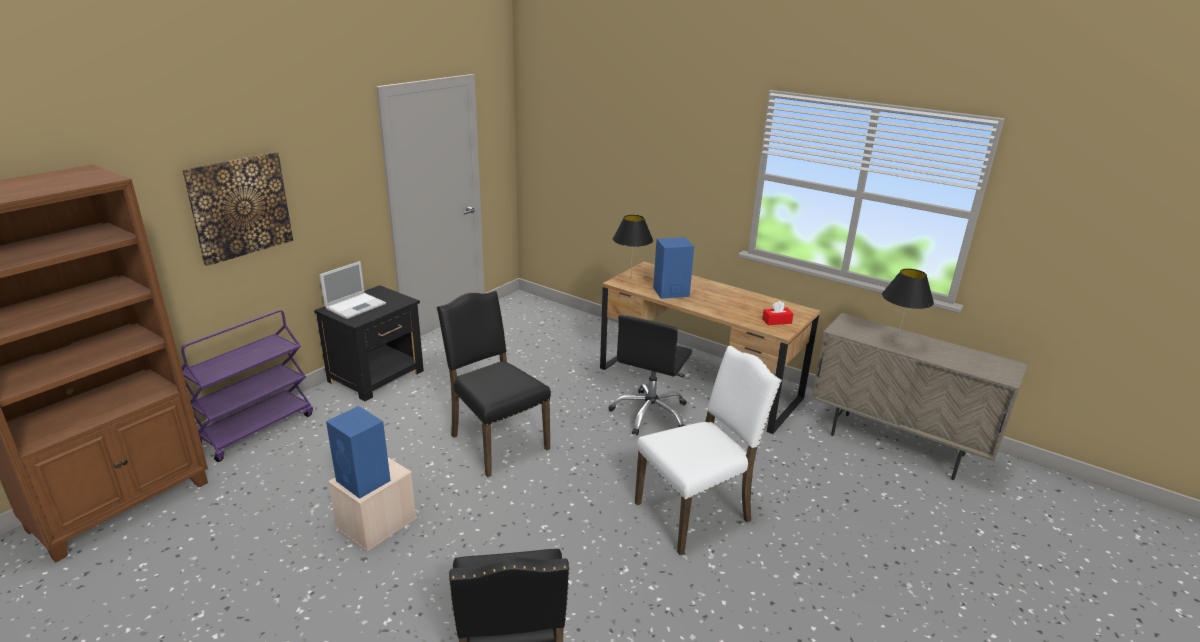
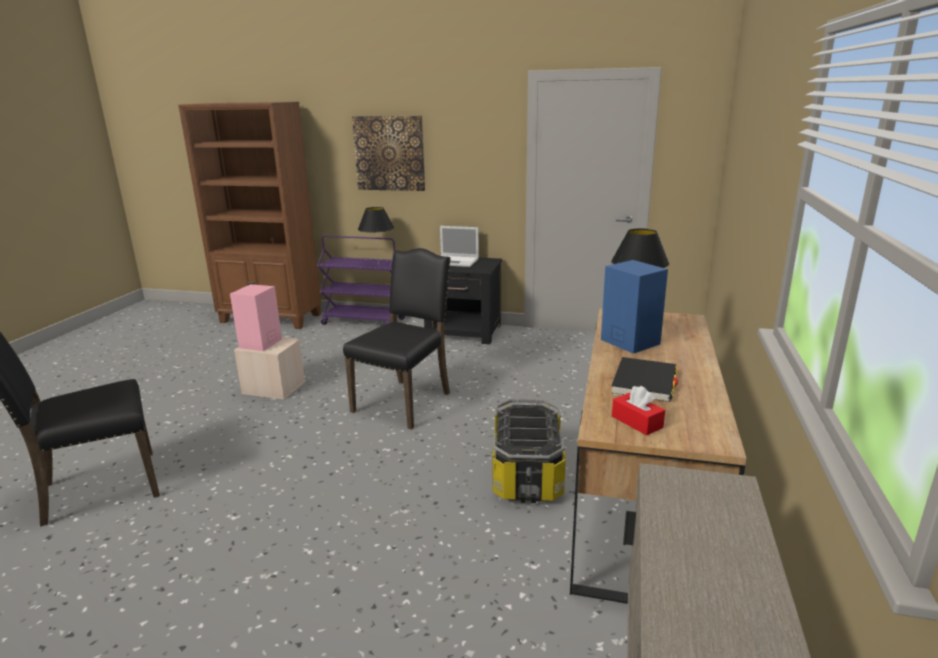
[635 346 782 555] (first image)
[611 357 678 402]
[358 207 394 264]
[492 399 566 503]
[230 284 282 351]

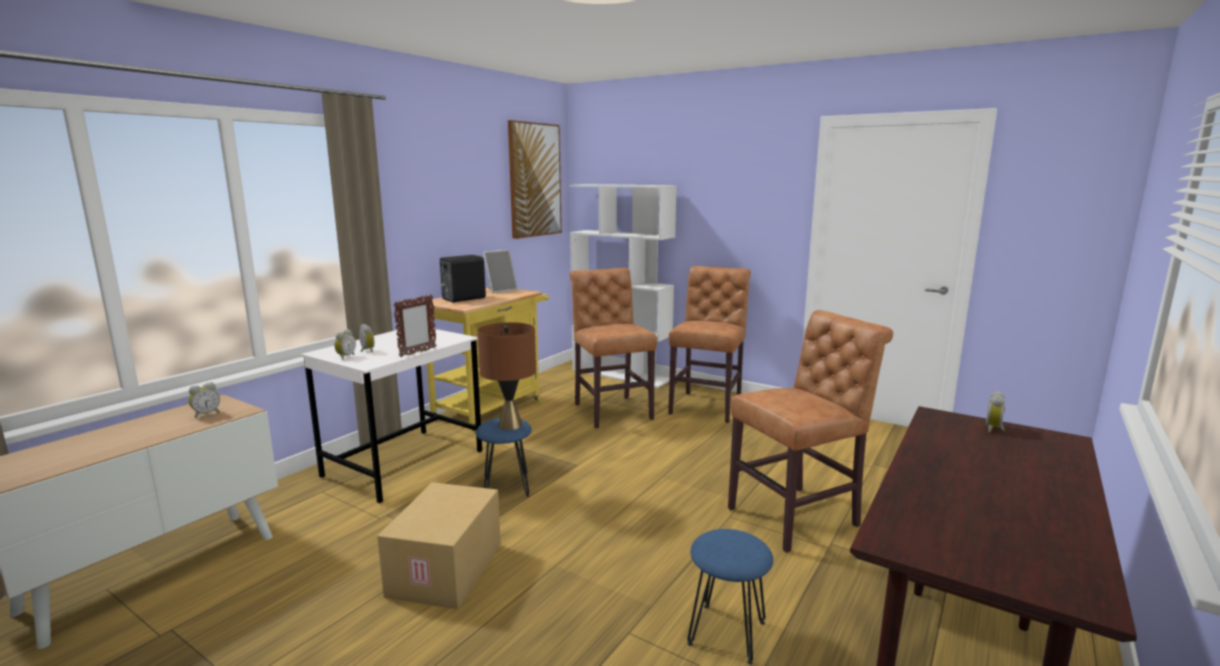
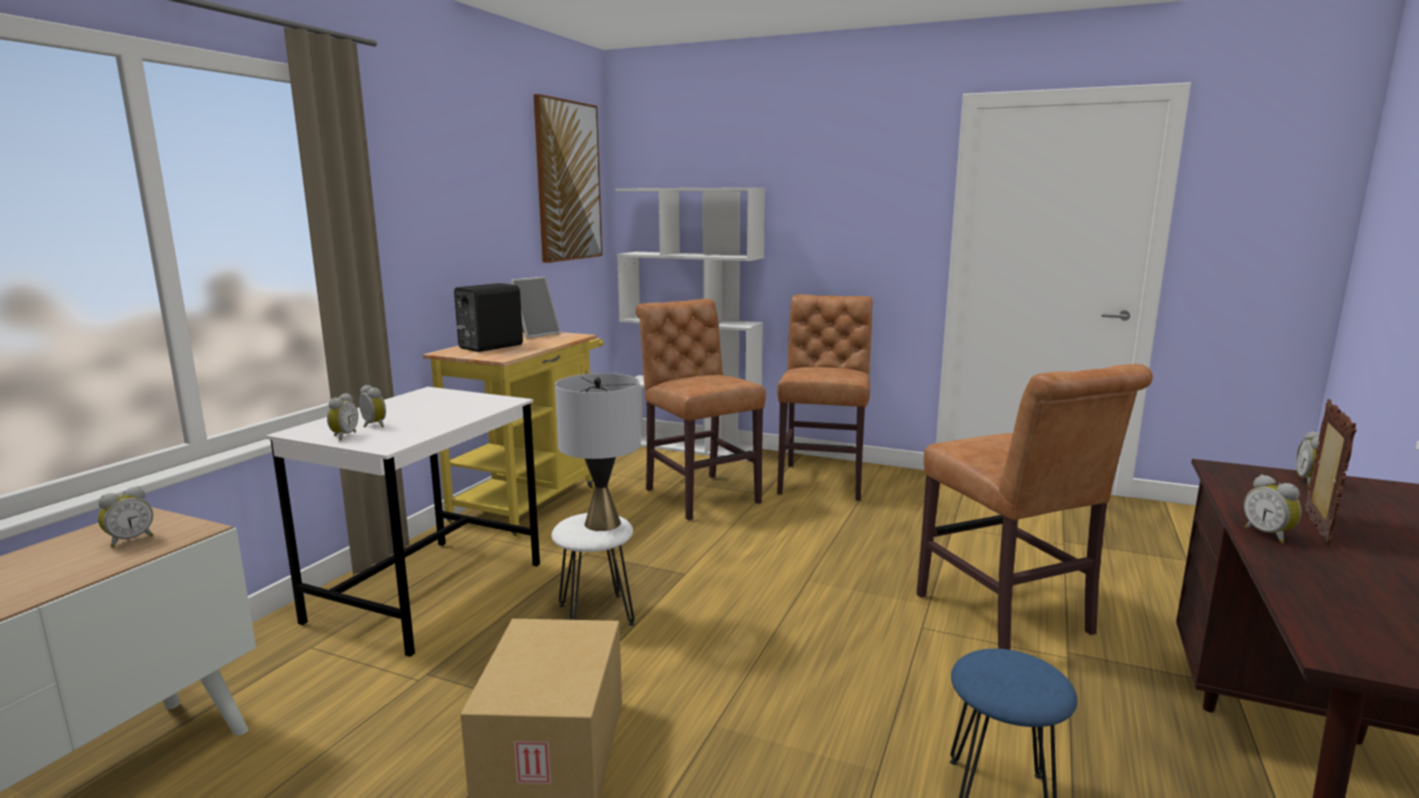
[1244 474 1302 543]
[1305 399 1357 544]
[552 513 634 626]
[555 373 641 531]
[917 364 1153 650]

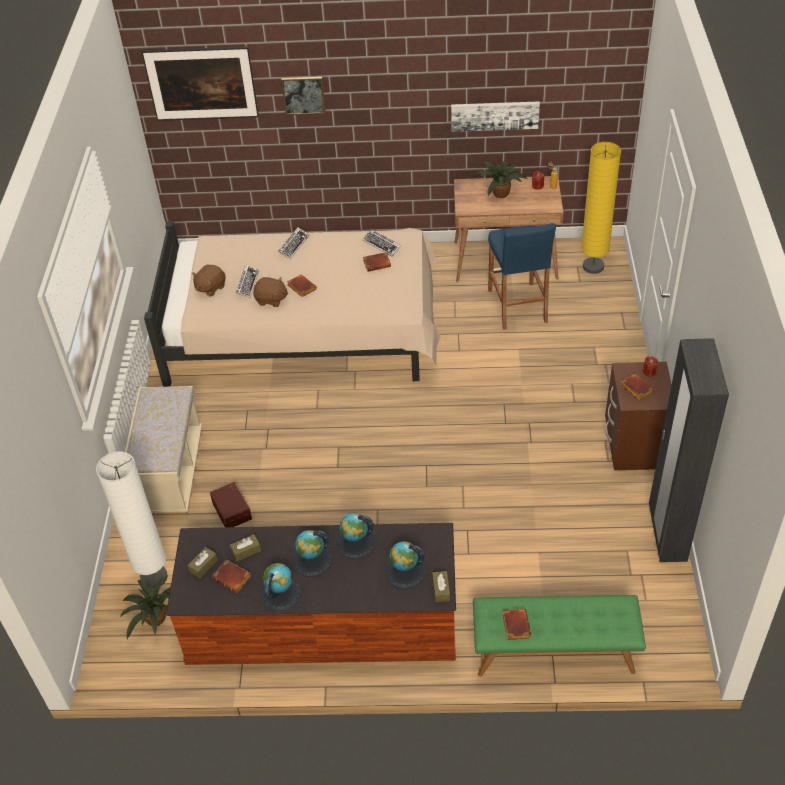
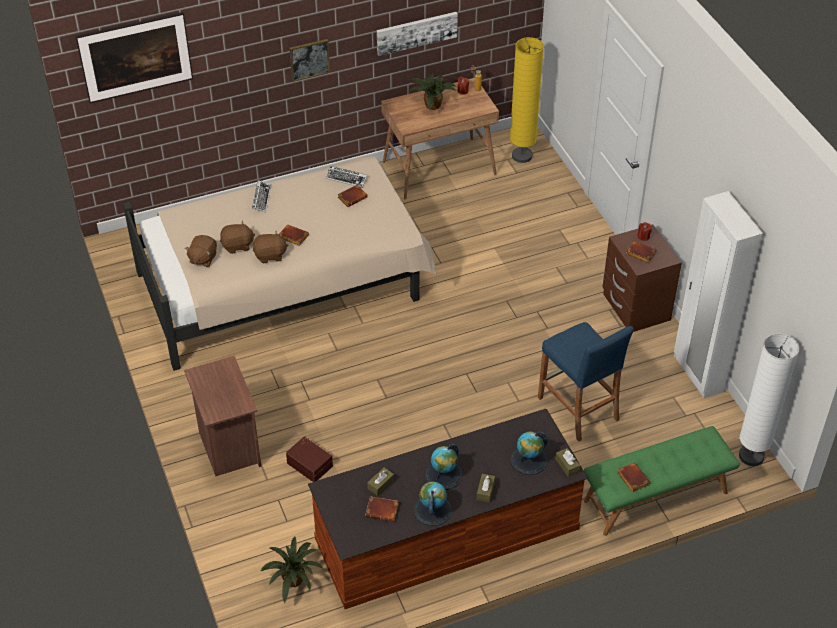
[336 513 375 559] (first image)
[739 333 800 466]
[477 474 495 503]
[290 39 330 82]
[538 322 634 441]
[184 356 261 477]
[220 221 255 254]
[674 191 763 399]

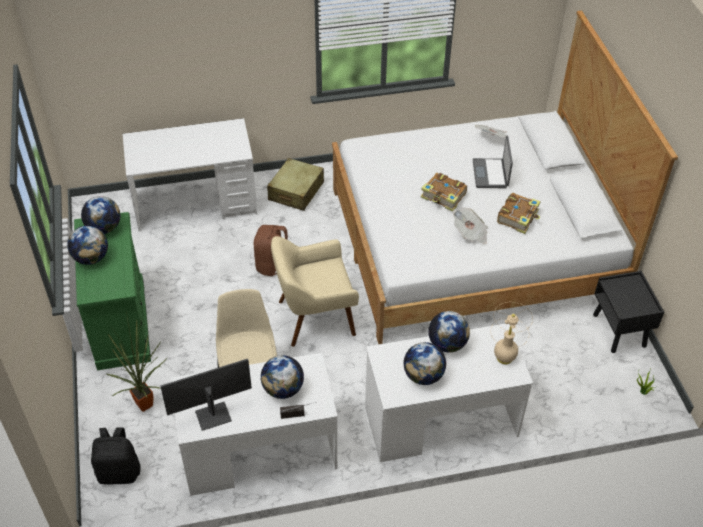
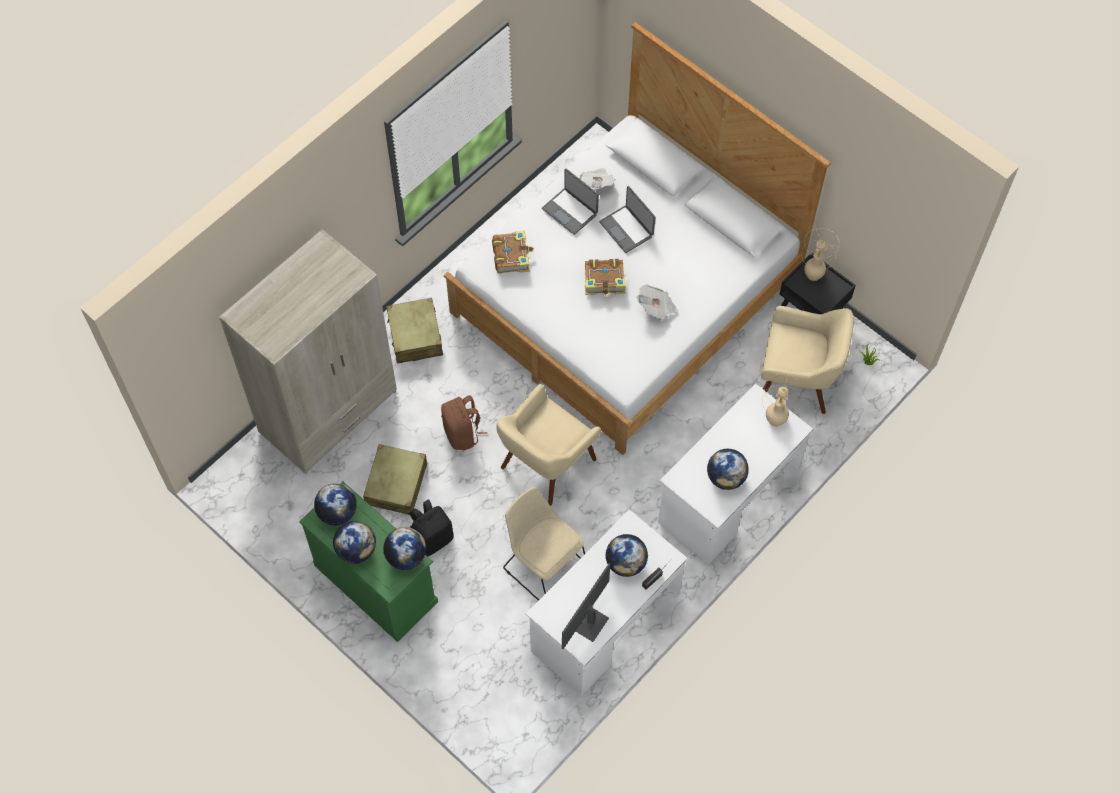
[105 312 168 412] (first image)
[363 444 427 515]
[542 169 599 235]
[761 306 854 414]
[801 228 839 281]
[410 499 454 556]
[383 527 426 570]
[492 231 534 274]
[219 229 397 474]

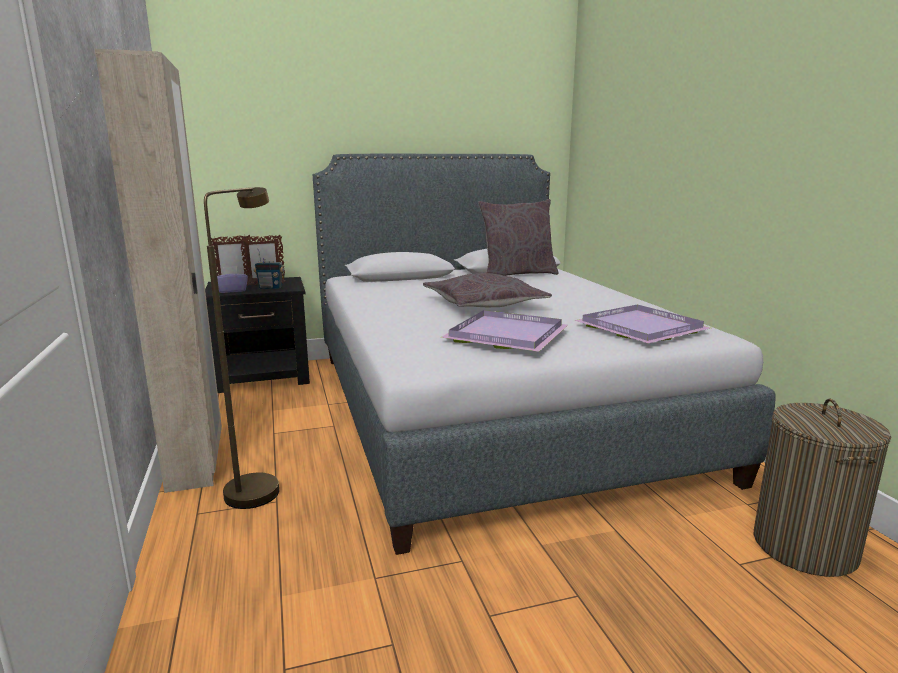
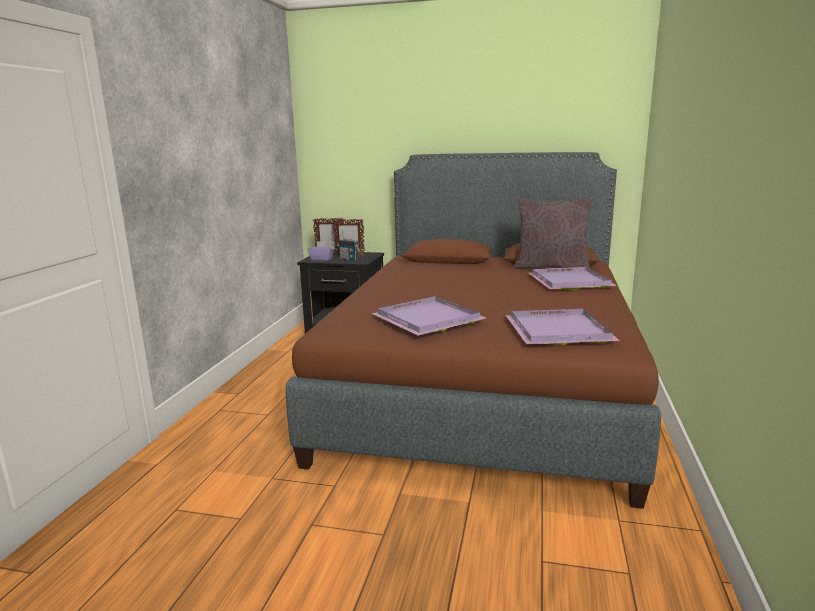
[95 49 222 493] (first image)
[204 187 279 509] (first image)
[423 273 552 307] (first image)
[753 399 891 577] (first image)
[529 267 617 290]
[286 152 661 509]

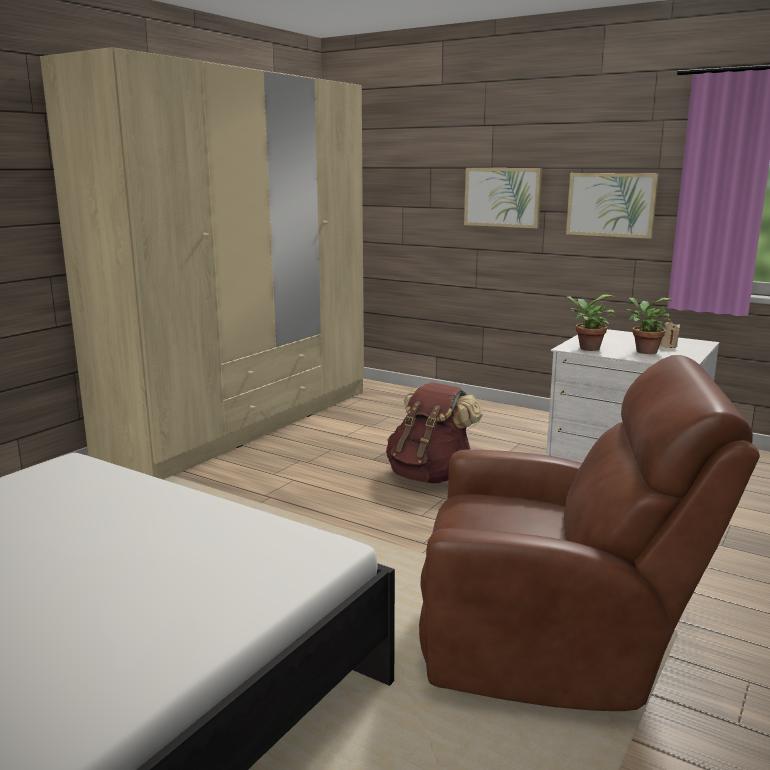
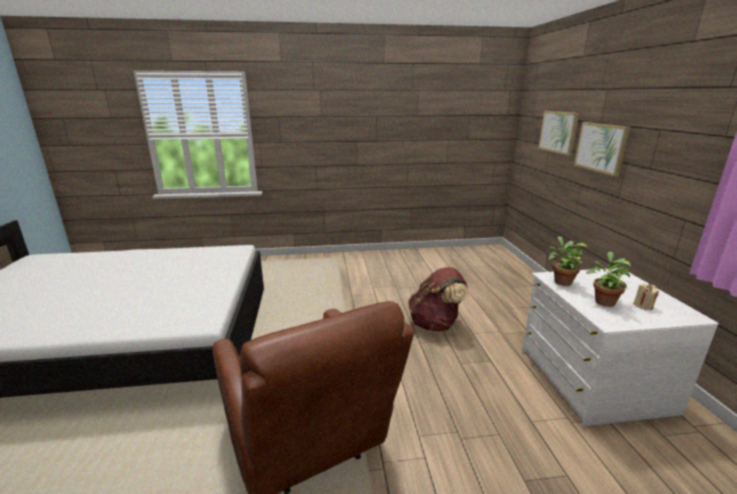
[40 47 364 479] (first image)
[538 111 579 156]

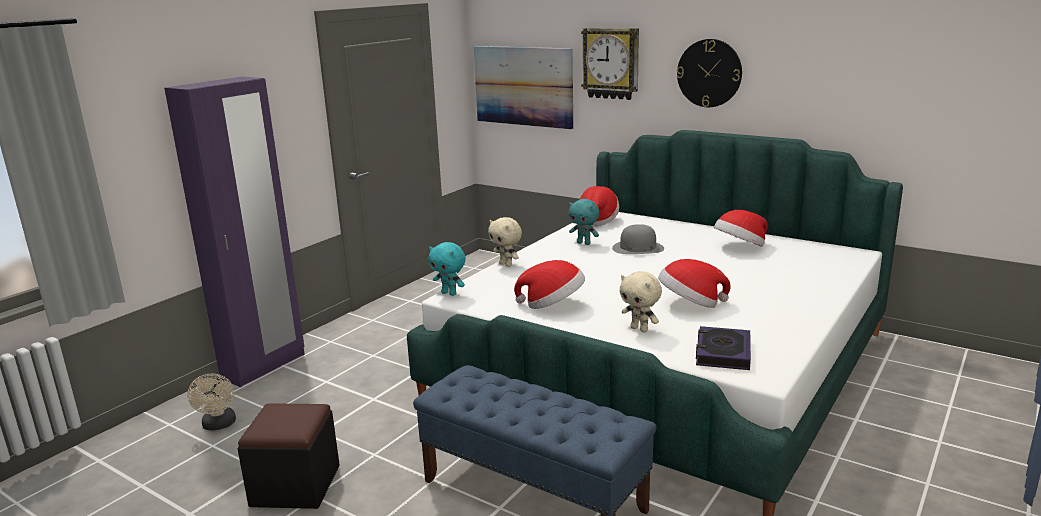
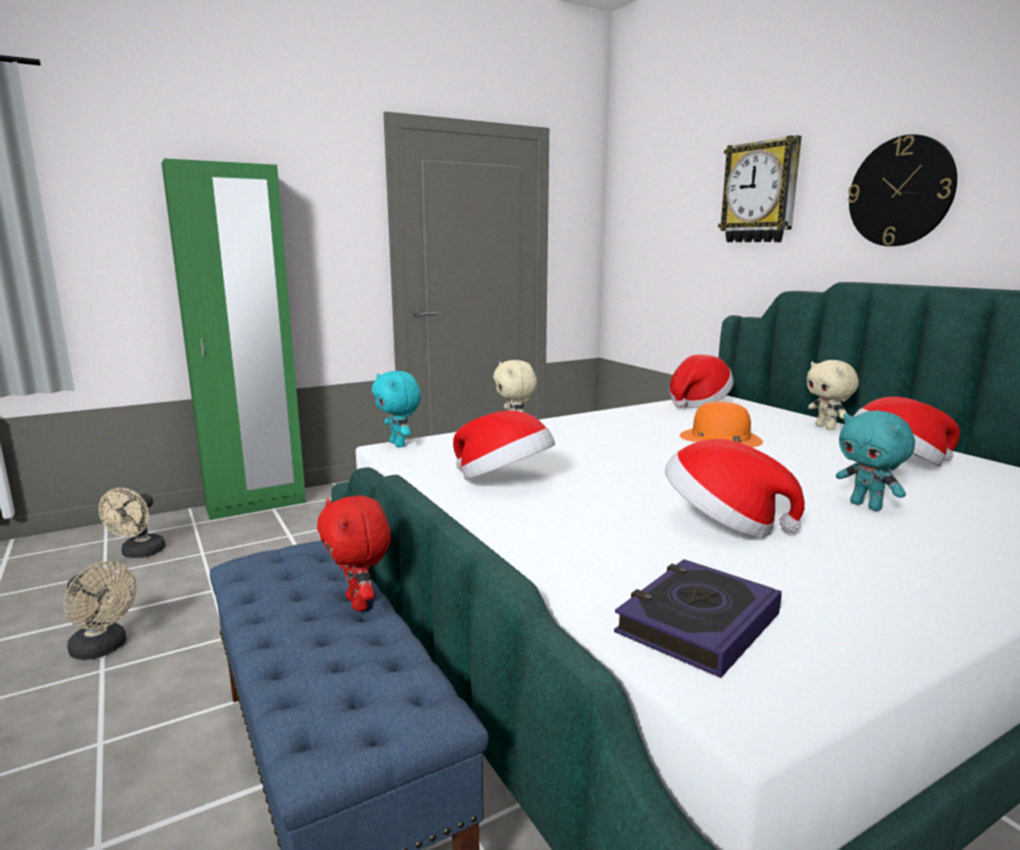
[474 46 573 129] (first image)
[317 495 391 612]
[836 410 915 511]
[806 360 859 430]
[64 561 137 660]
[161 158 306 520]
[680 401 763 447]

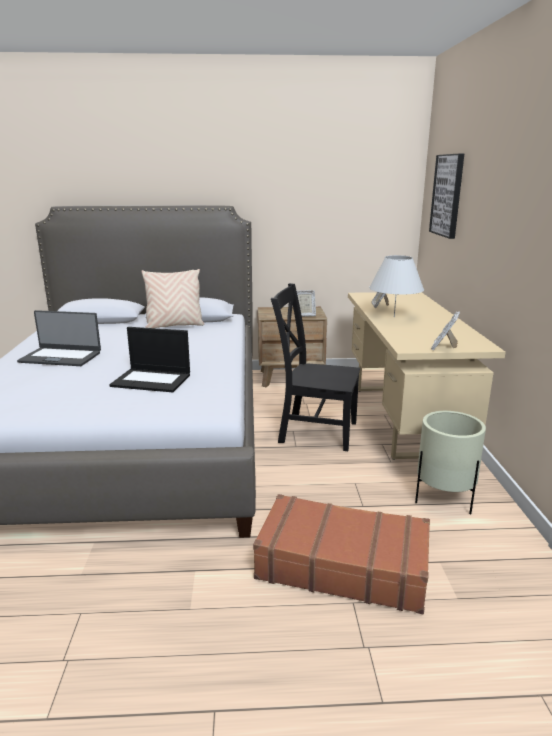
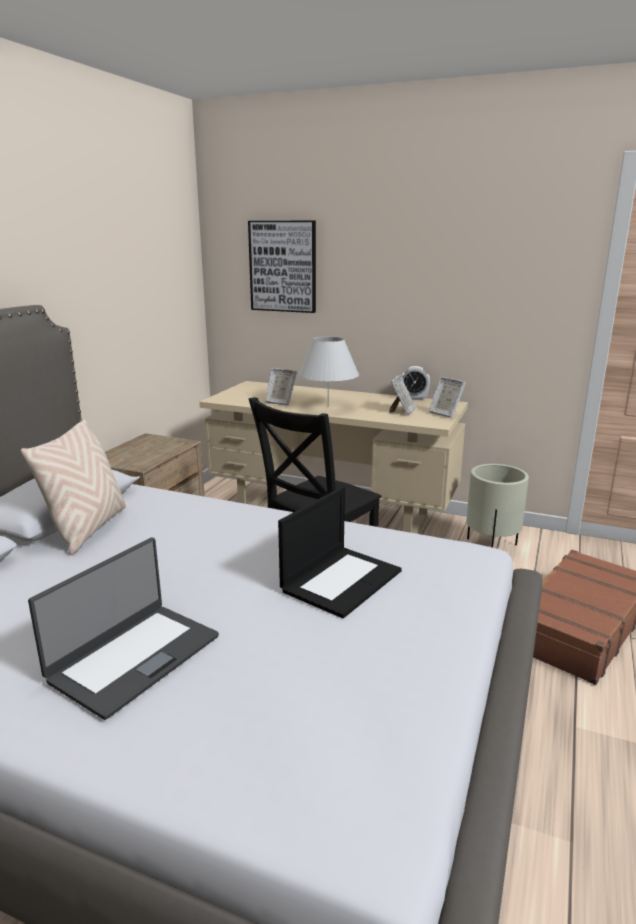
[402 366 430 400]
[390 375 416 415]

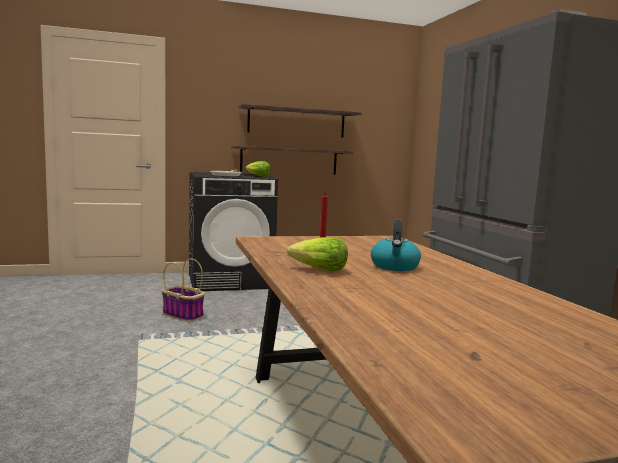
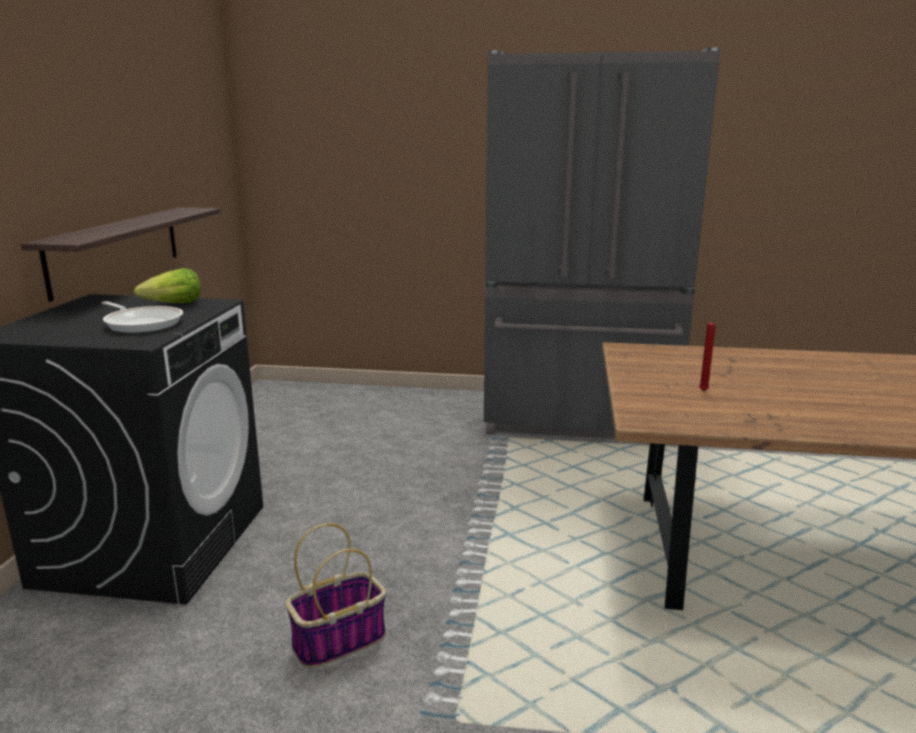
[238 104 361 138] (first image)
[287 237 348 271] (first image)
[371 220 421 271] (first image)

